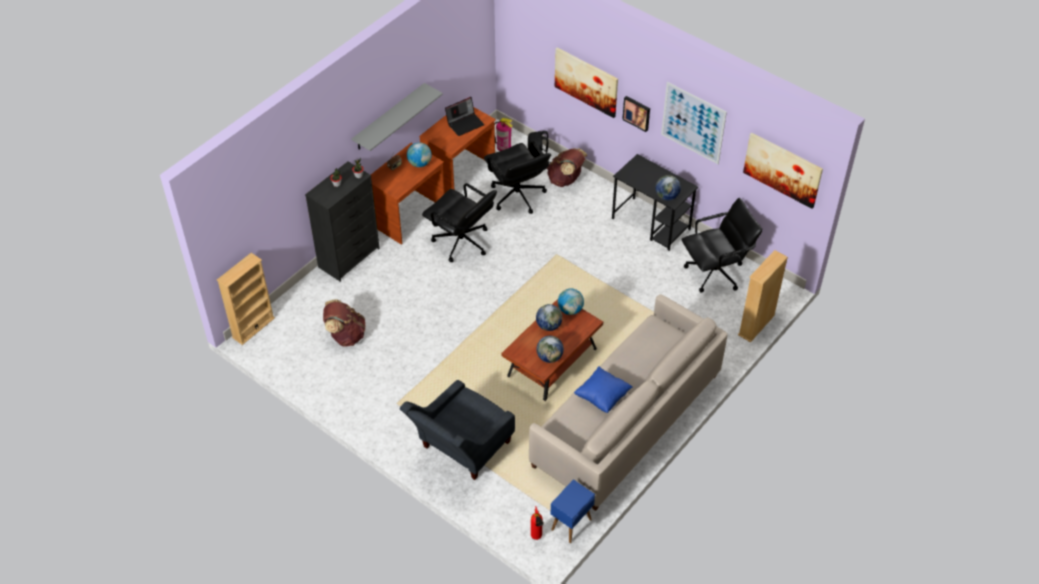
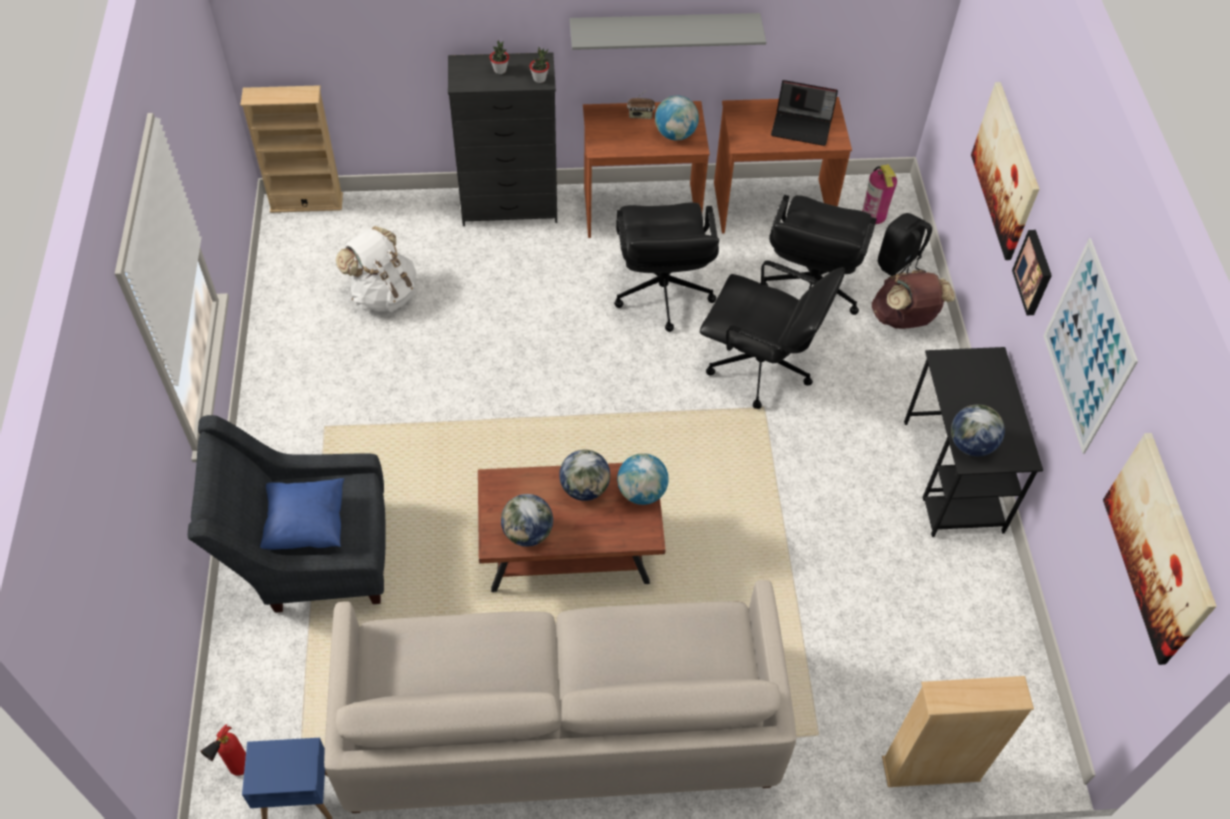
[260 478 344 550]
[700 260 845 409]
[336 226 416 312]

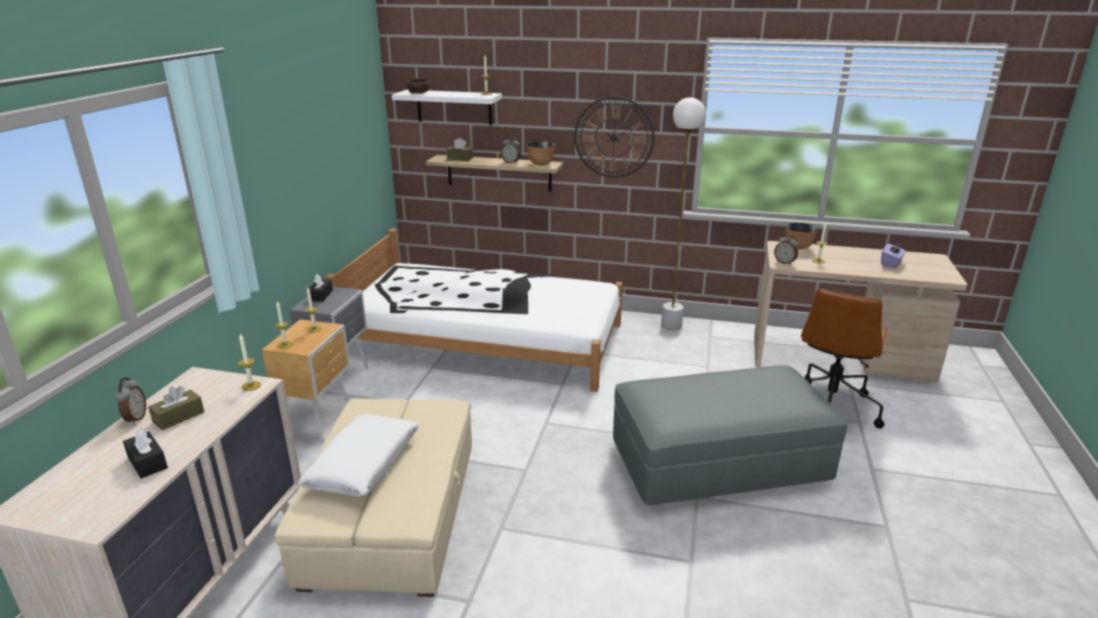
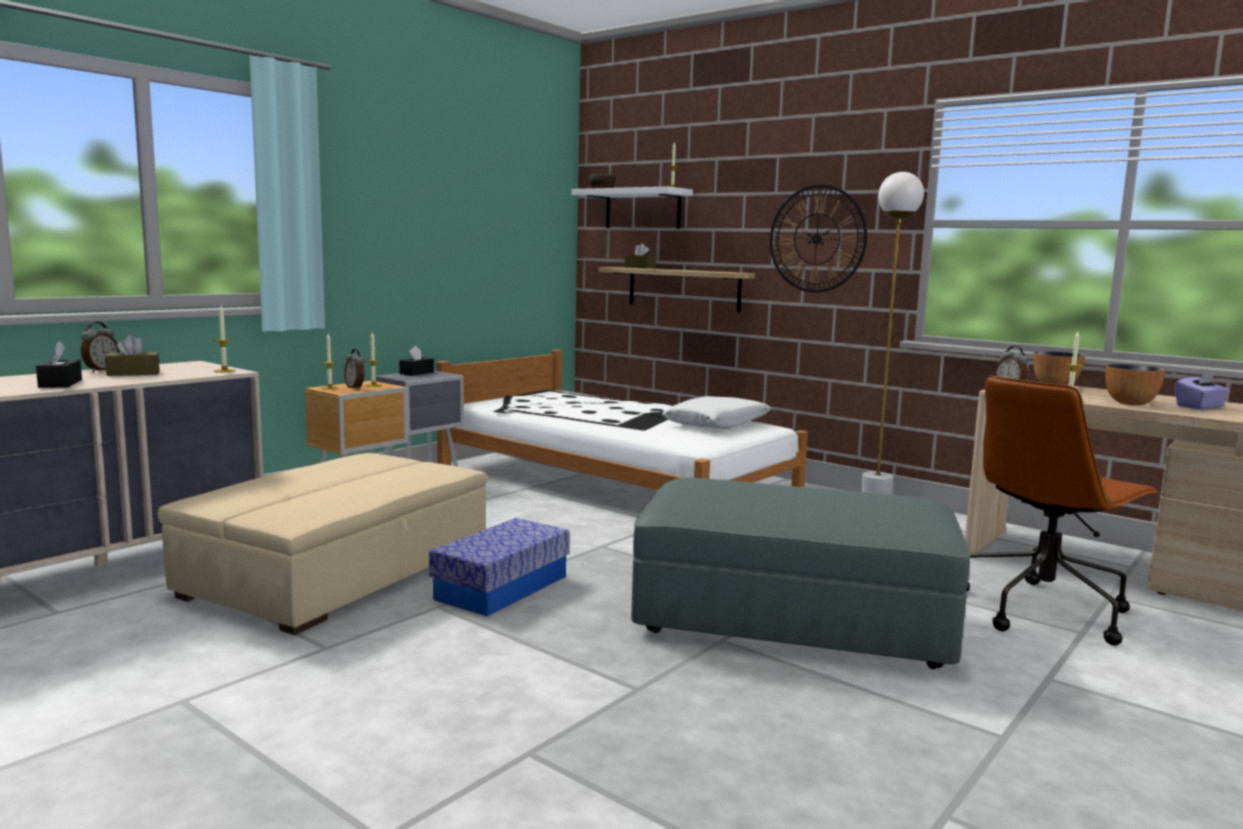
[429 518 570 616]
[662 396 771 429]
[344 349 365 390]
[1105 364 1166 405]

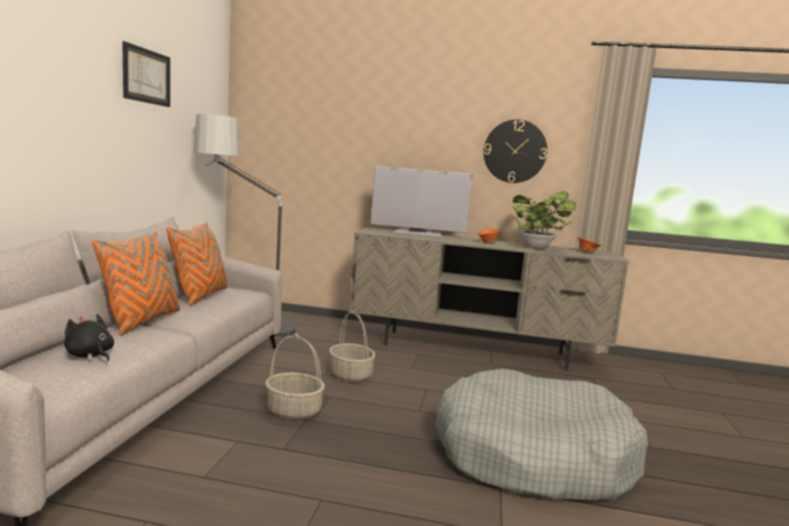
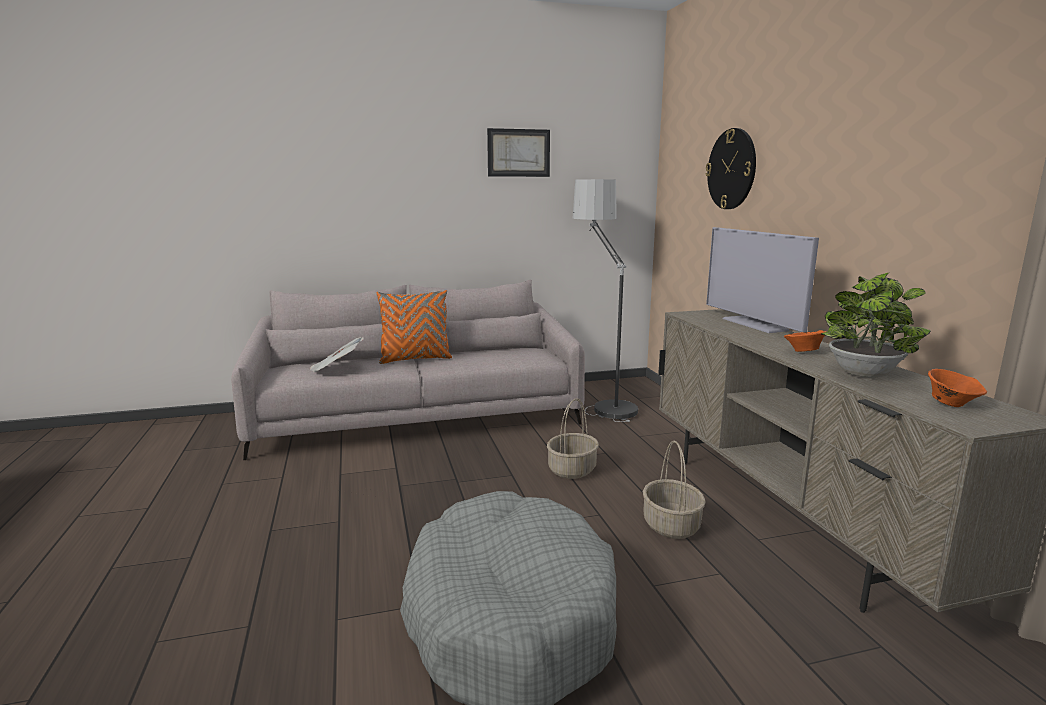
[166 221 227 306] (first image)
[643 441 706 539]
[705 128 756 209]
[310 337 364 373]

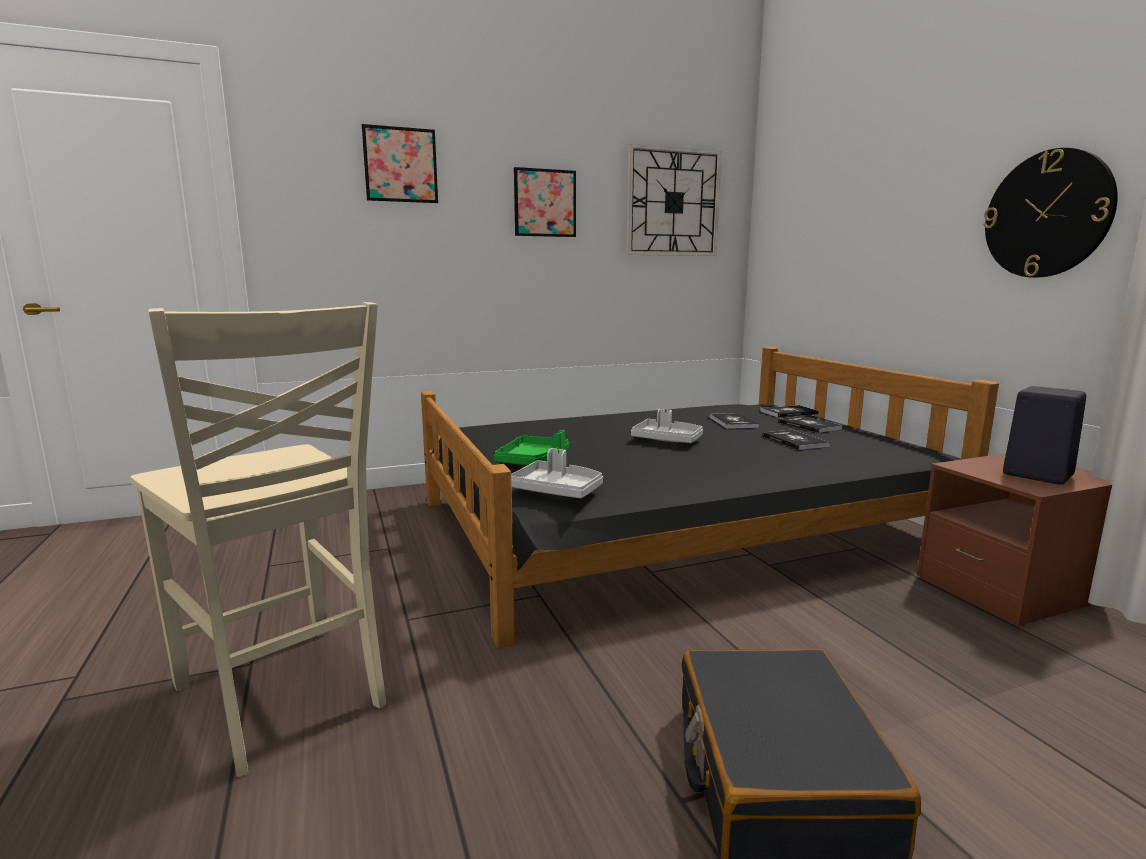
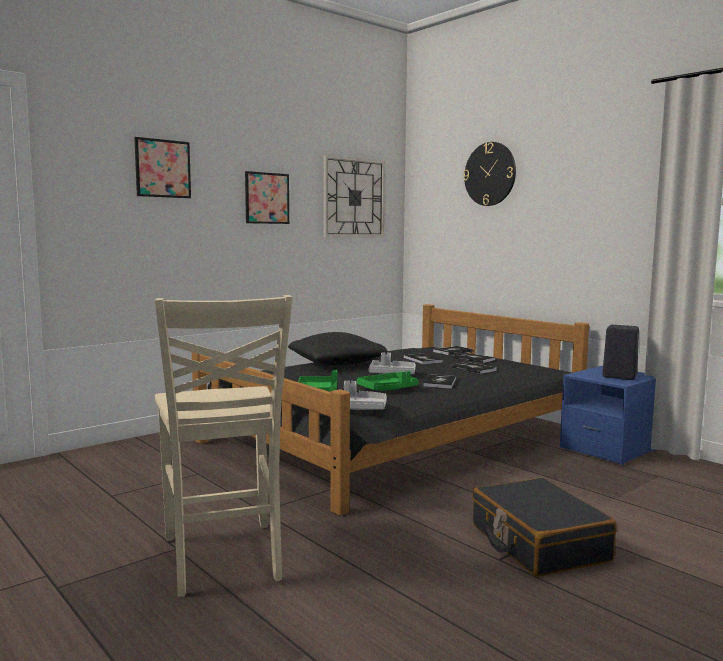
[288 332 388 366]
[357 371 418 391]
[423 374 456 388]
[463 142 516 206]
[560 366 656 465]
[155 295 293 597]

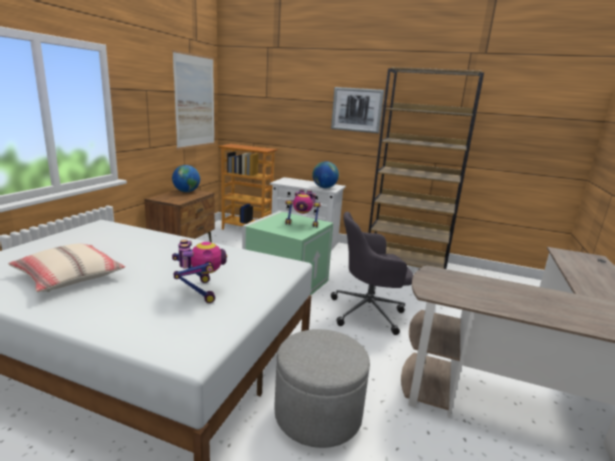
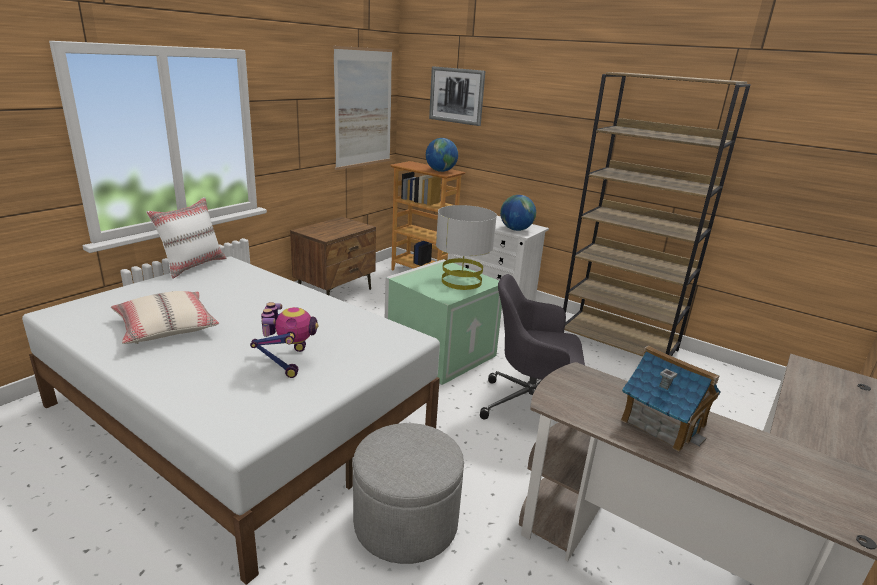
[146 197 227 279]
[621 346 721 452]
[426 138 458 172]
[429 66 485 126]
[436 205 497 290]

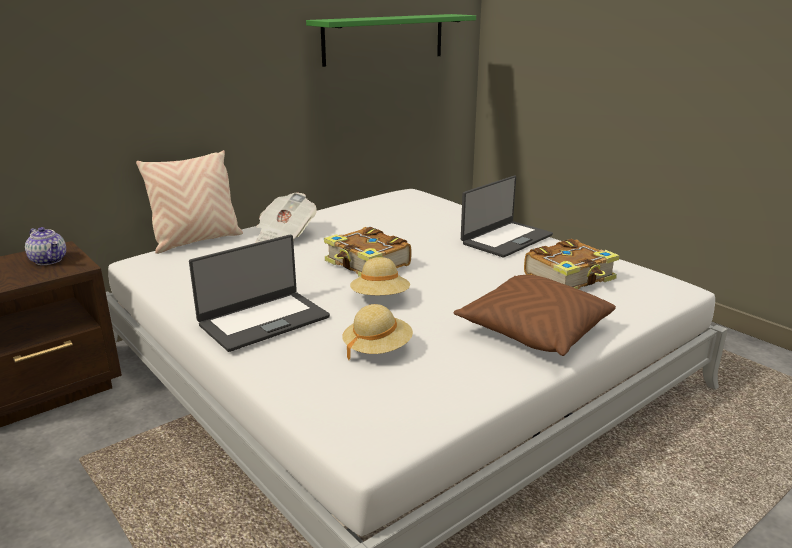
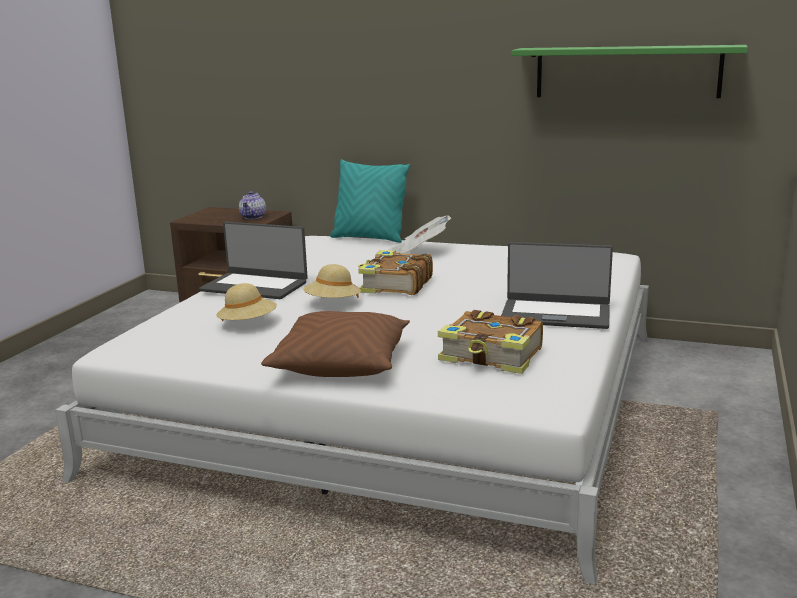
[330 159 410 243]

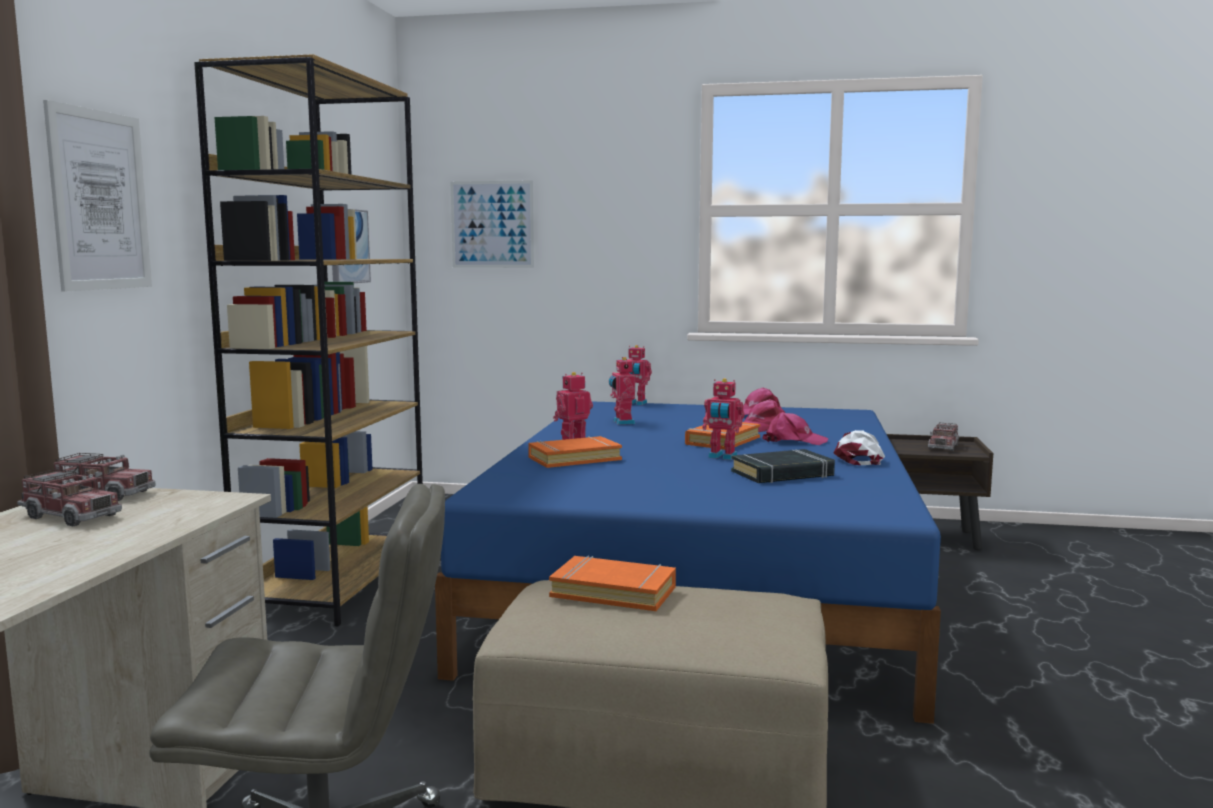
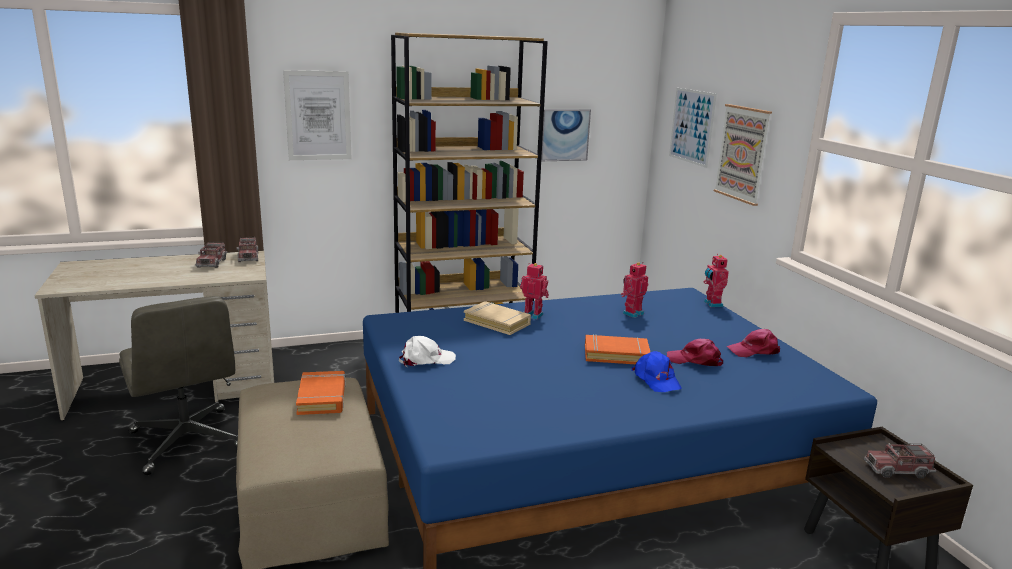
[702 378 744 460] (first image)
[731 449 835 483] (first image)
[714 104 772 206]
[399 336 456 367]
[464 301 531 335]
[631 351 682 392]

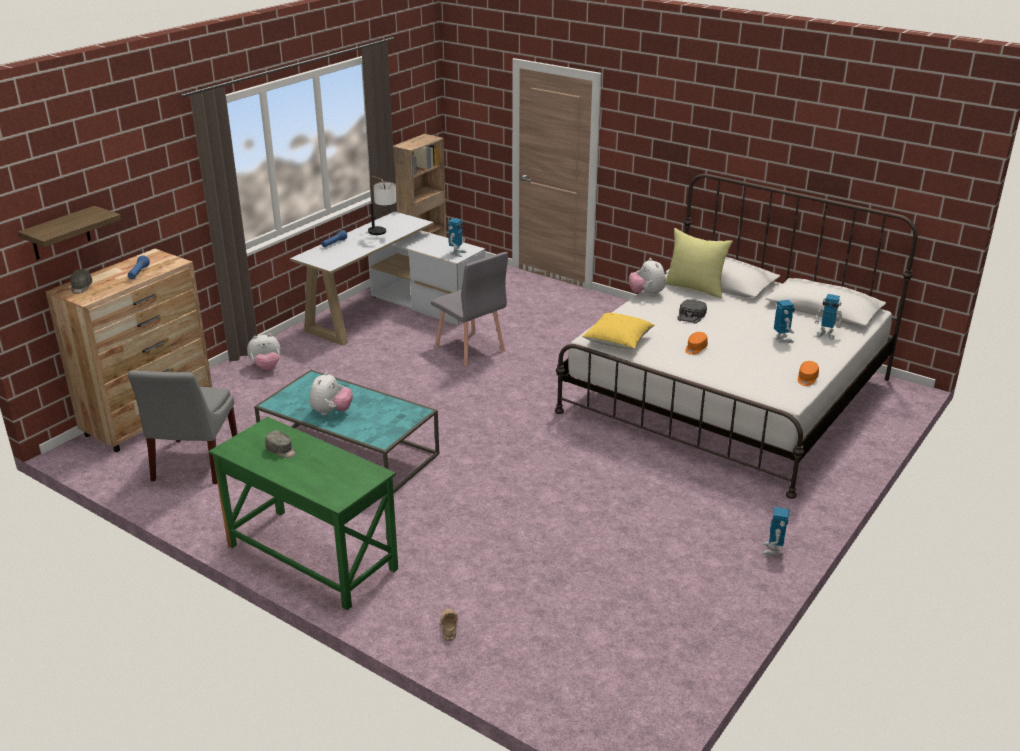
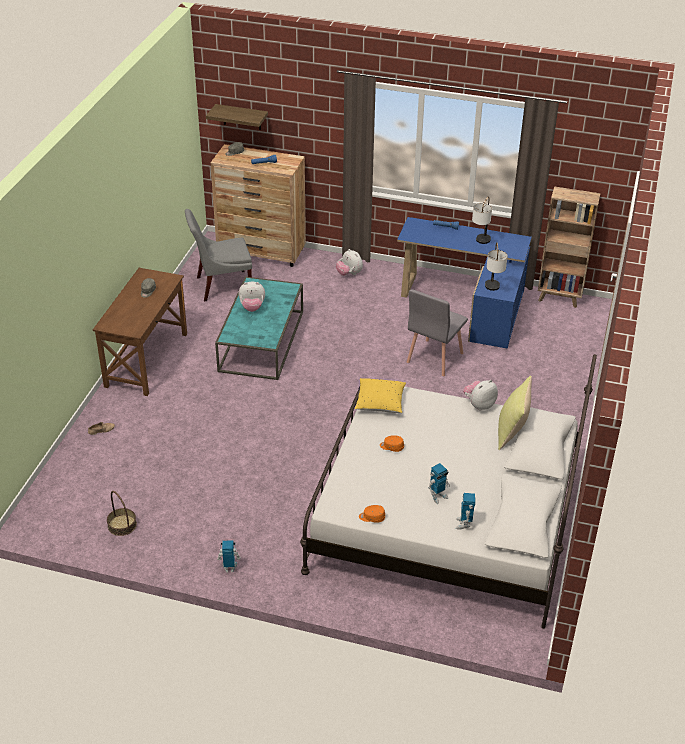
[677 299 707 324] (first image)
[107 491 137 536]
[485 242 508 291]
[93 268 187 396]
[397 217 532 349]

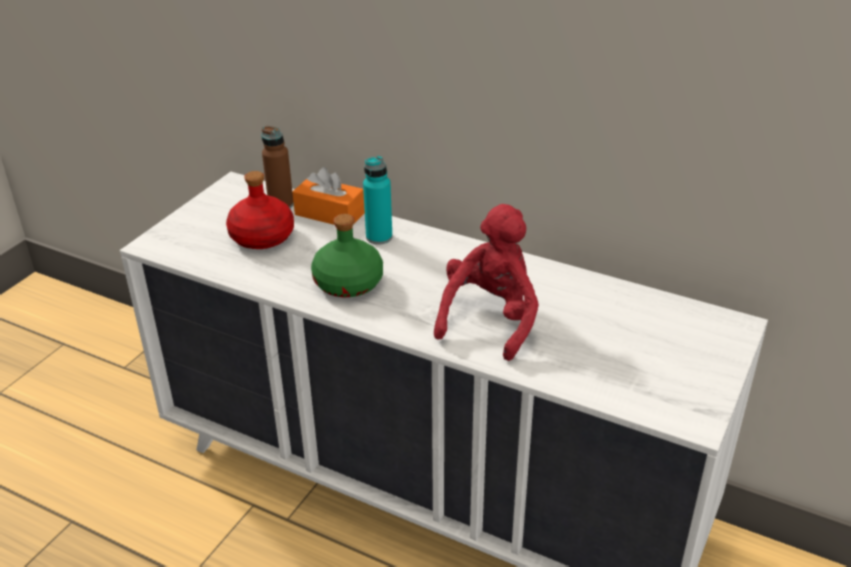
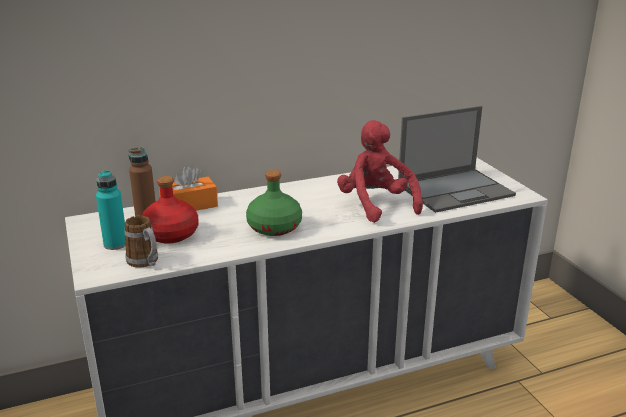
[124 215 158 268]
[398 106 516 213]
[96 170 126 250]

